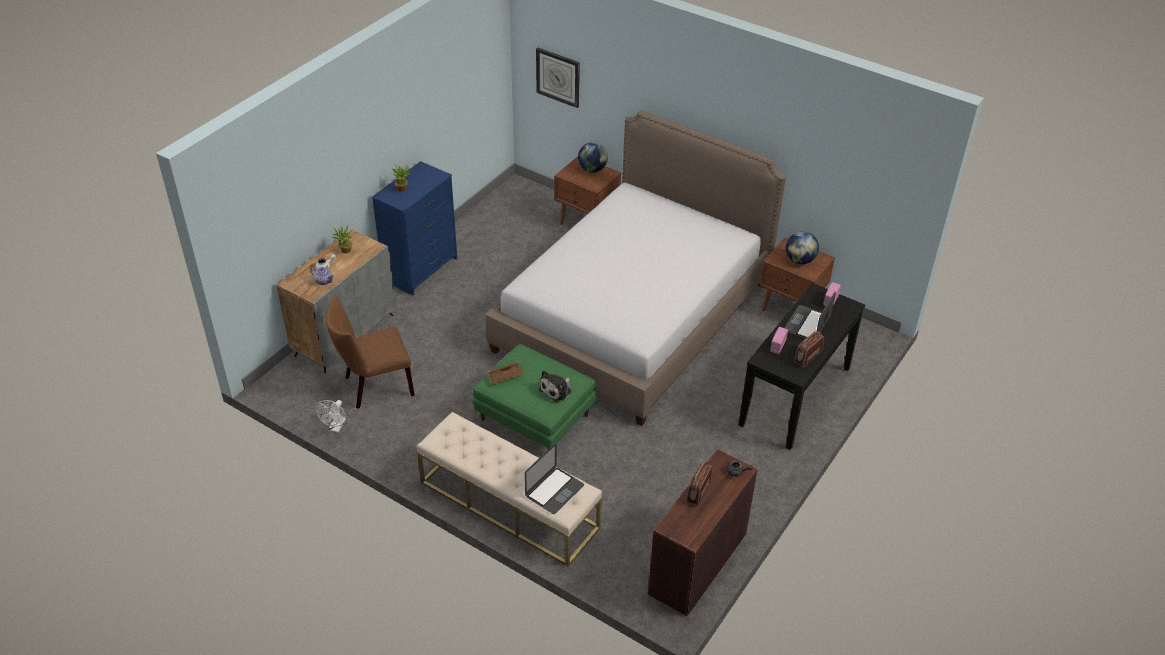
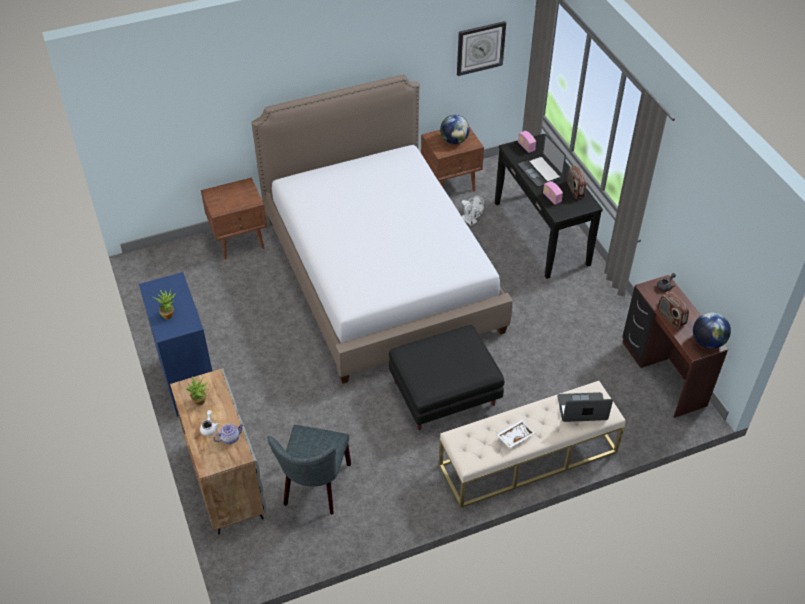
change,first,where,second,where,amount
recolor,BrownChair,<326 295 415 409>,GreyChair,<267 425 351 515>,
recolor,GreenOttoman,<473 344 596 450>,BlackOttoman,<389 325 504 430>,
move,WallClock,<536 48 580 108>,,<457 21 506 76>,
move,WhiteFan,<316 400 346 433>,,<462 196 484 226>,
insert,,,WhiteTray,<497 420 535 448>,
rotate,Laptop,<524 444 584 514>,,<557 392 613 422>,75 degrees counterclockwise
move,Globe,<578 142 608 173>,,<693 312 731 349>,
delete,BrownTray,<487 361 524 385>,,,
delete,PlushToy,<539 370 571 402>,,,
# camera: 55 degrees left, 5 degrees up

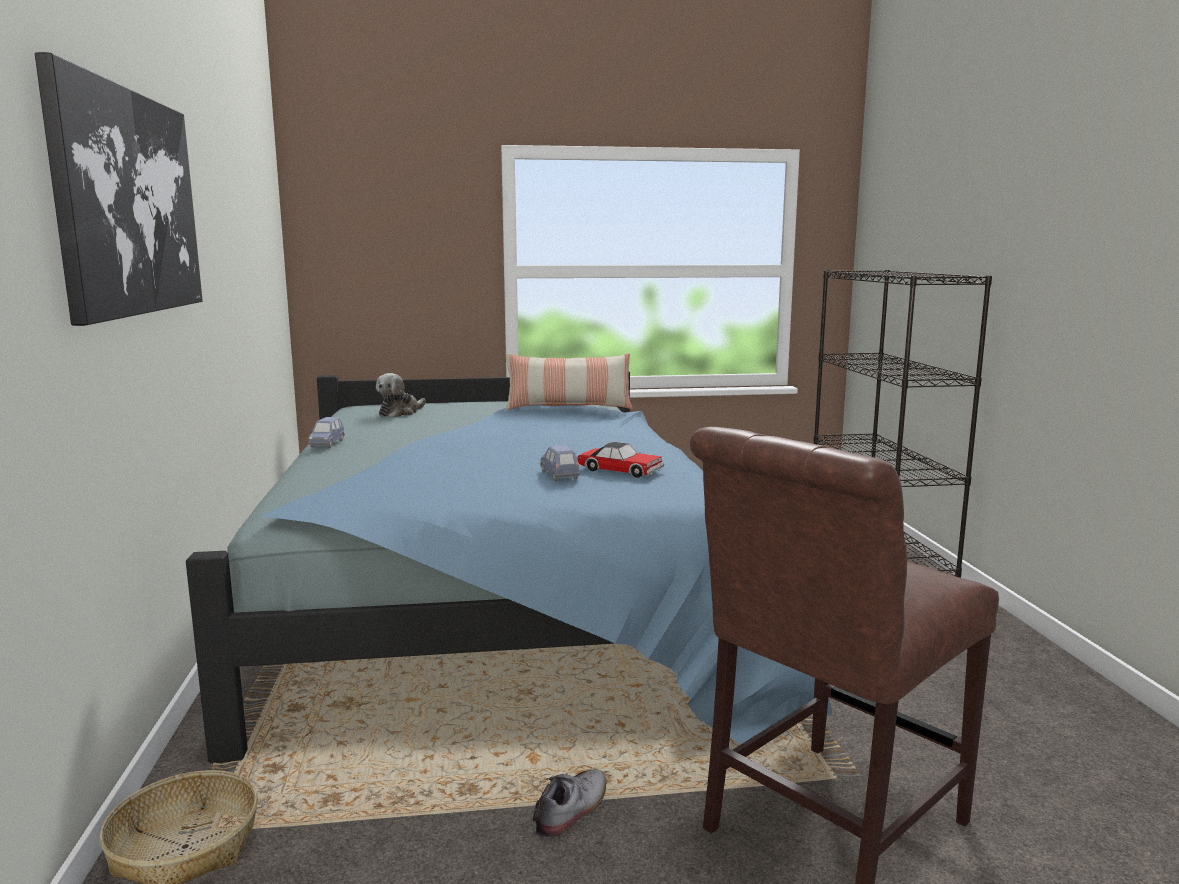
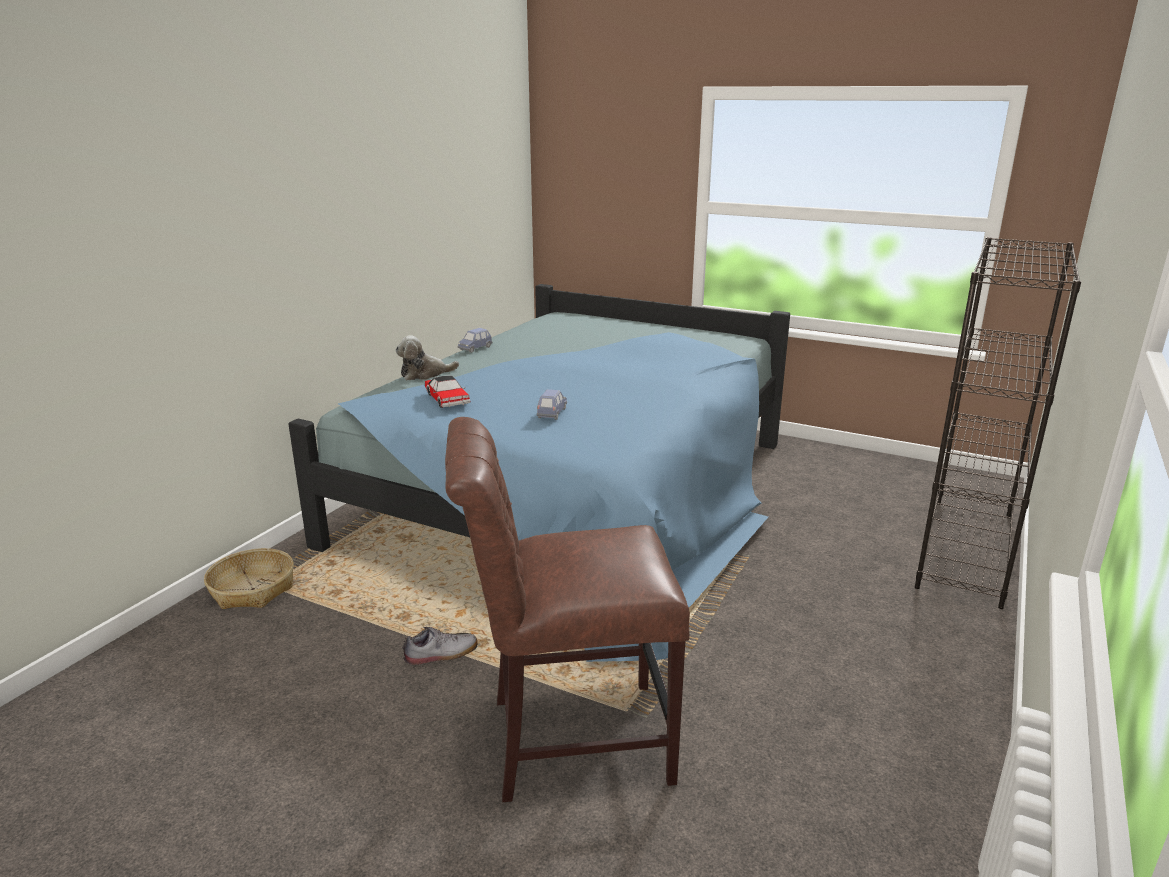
change,first,where,second,where,amount
move,PlushToy,<376 373 426 417>,,<395 335 459 380>,
move,ToyCar,<577 442 664 478>,,<425 376 470 408>,
delete,Picture,<35 52 203 326>,,,
delete,Pillow,<506 353 632 410>,,,
# camera: 35 degrees right, 10 degrees up

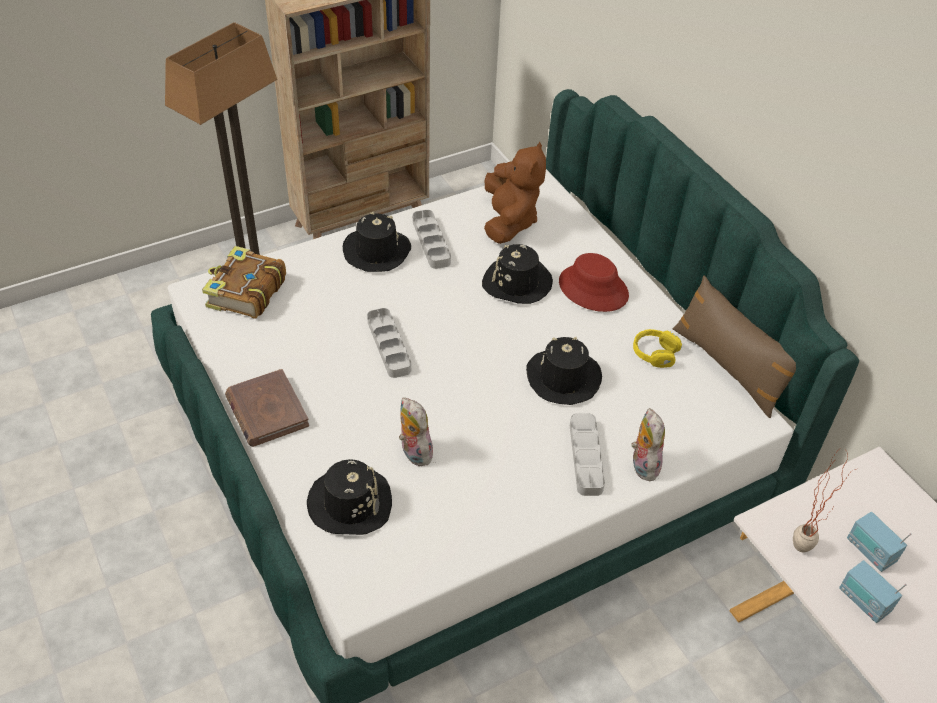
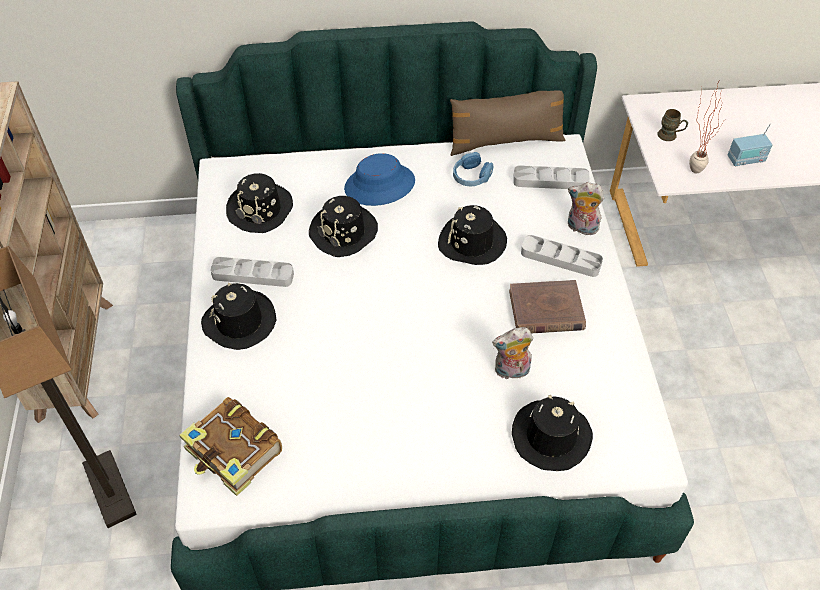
change,first,where,second,where,amount
replace,BrownPlushToy,<484 141 546 244>,BlackHat,<226 173 293 233>,
recolor,RedHat,<559 253 629 312>,BlueHat,<344 153 415 206>,
recolor,YellowHeadphones,<633 329 682 368>,BlueHeadphones,<453 152 494 187>,
move,BrownBook,<225 369 309 447>,,<509 280 586 334>,
move,GreyTray,<367 308 411 378>,,<513 165 590 189>,
insert,,,BrownMug,<657 109 688 141>,
delete,Radio,<847 512 912 572>,,,
# camera: 65 degrees left, 5 degrees up

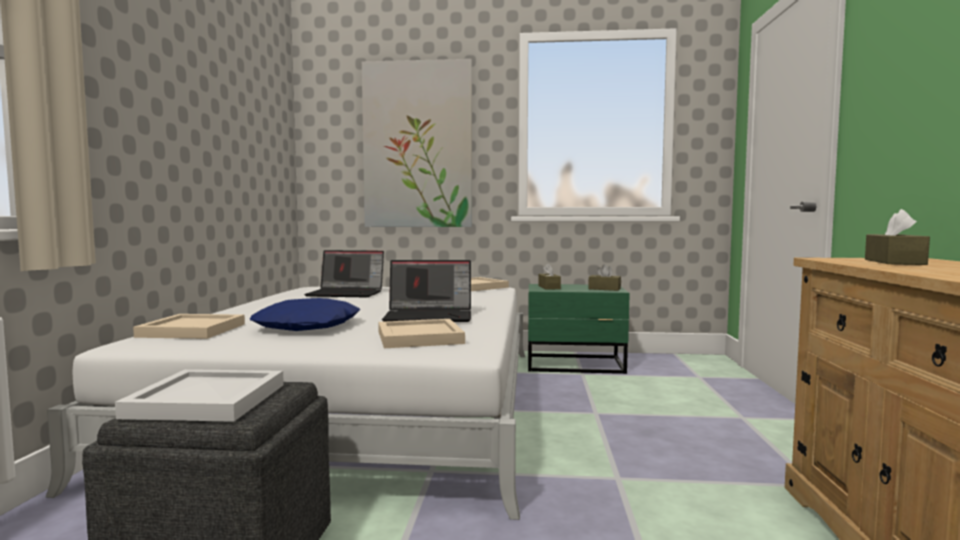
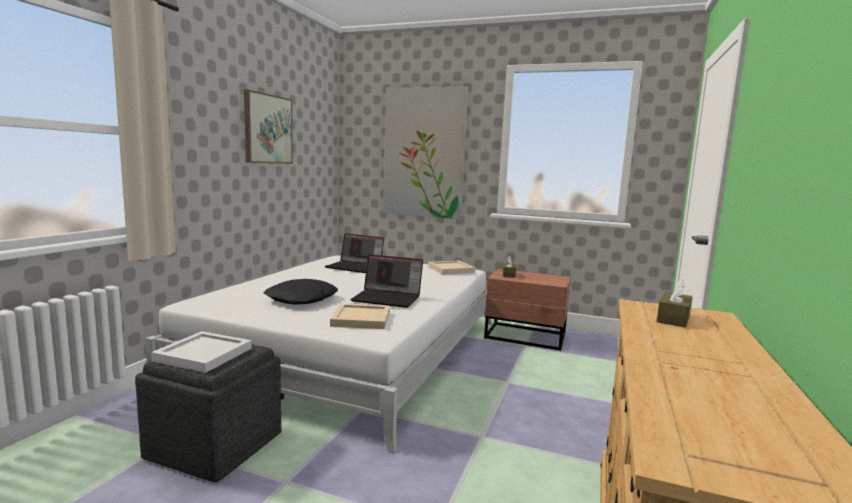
change,first,where,second,where,amount
insert,,,Picture,<244 90 293 164>,
recolor,BluePillow,<250 298 360 331>,BlackPillow,<264 279 338 305>,
recolor,GreenNightstand,<528 284 630 374>,BrownNightstand,<484 269 571 351>,
delete,BeigeTray,<133 314 245 339>,,,
delete,BrownTissueBox,<589 264 621 291>,,,
# camera: 15 degrees right, 5 degrees up

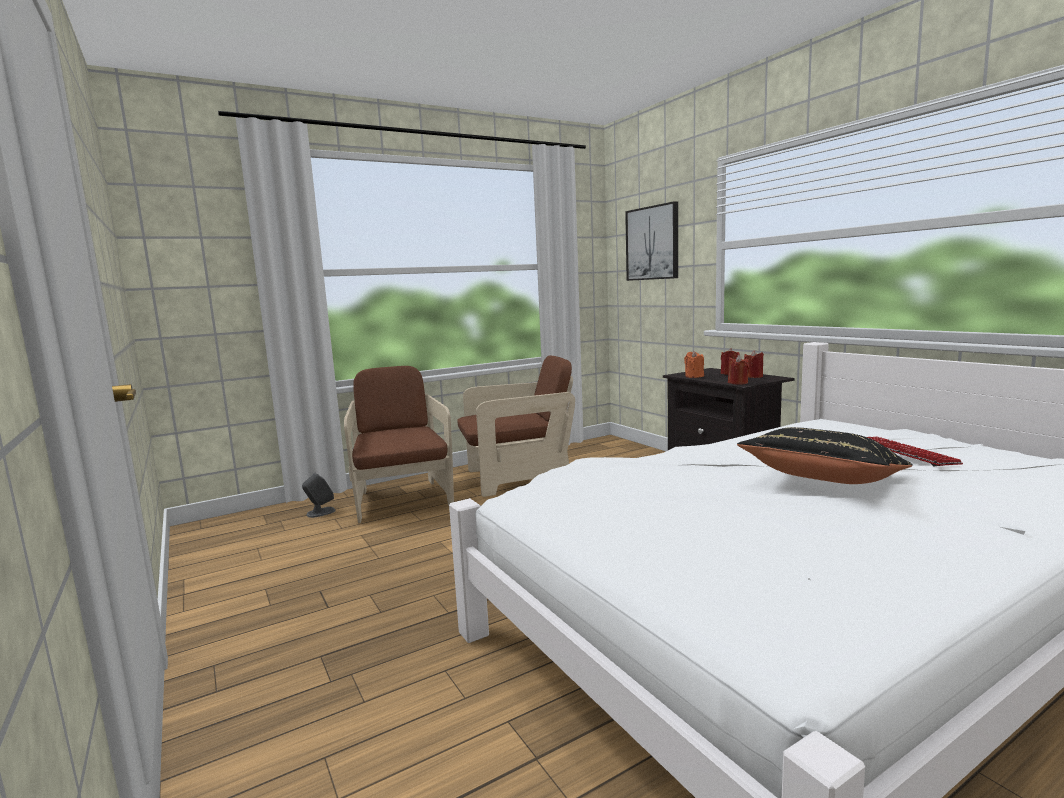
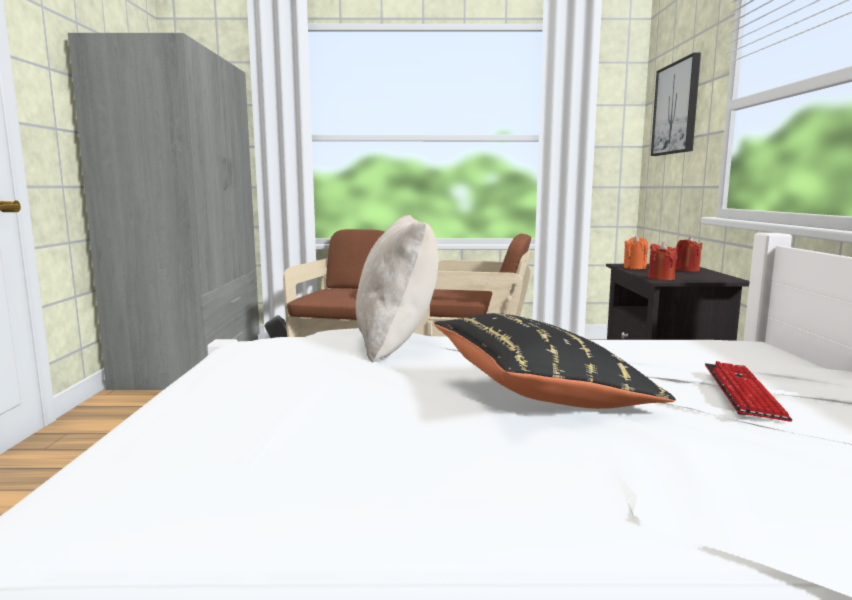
change,first,where,second,where,amount
insert,,,GreyWardrobe,<68 33 260 390>,
insert,,,BeigePillow,<356 215 438 362>,
delete,RedCandle,<744 350 764 378>,,,
# camera: 30 degrees right, 0 degrees up

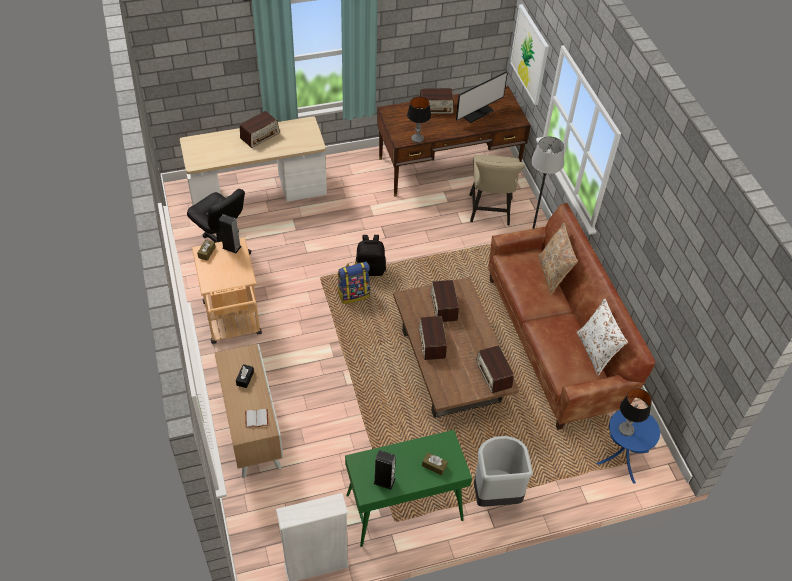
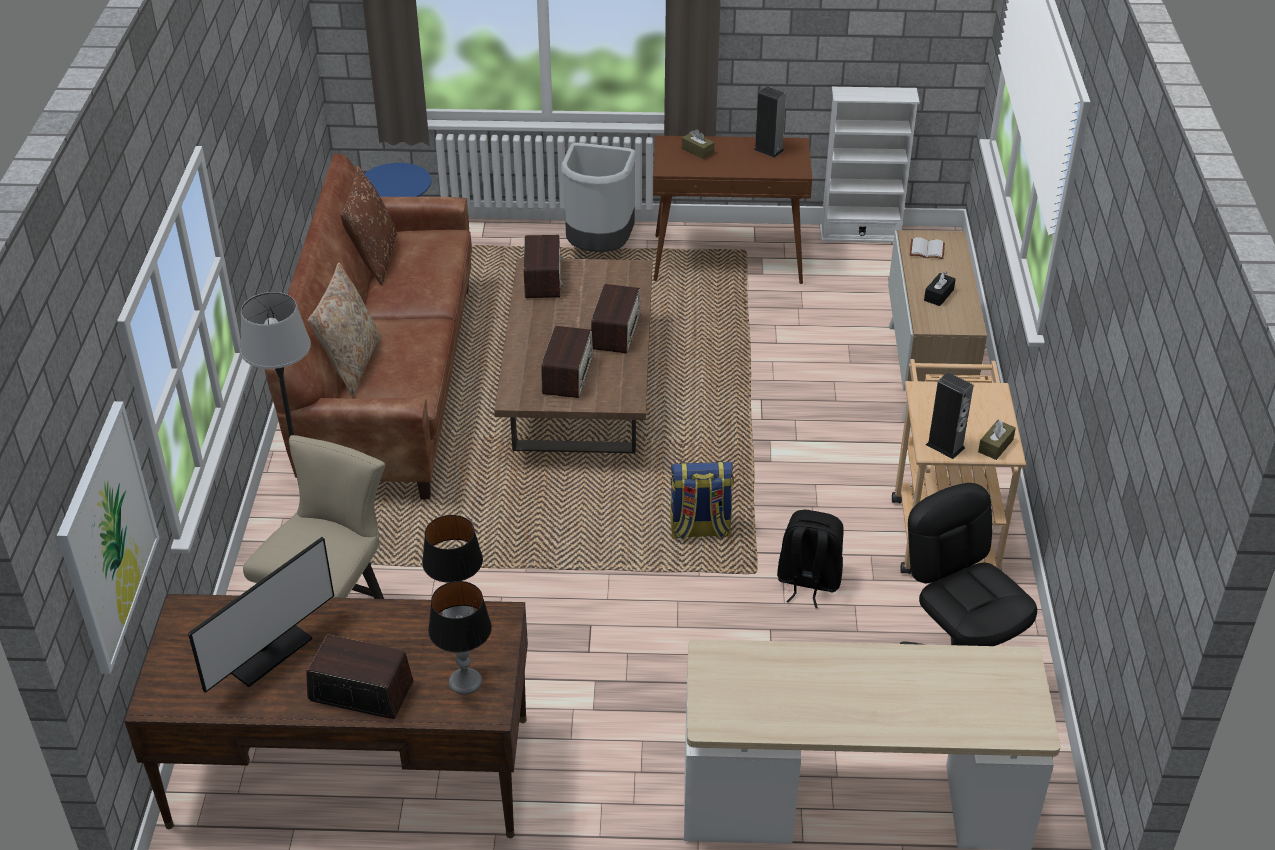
change,first,where,second,where,amount
rotate,Monitor,<456 71 508 123>,,<188 537 334 693>,150 degrees clockwise
recolor,WhitePillow,<577 299 628 376>,BrownPillow,<340 165 397 285>,
move,TableLamp,<619 389 652 436>,,<428 581 492 695>,
recolor,GreenConsoleTable,<345 430 472 547>,BrownConsoleTable,<653 136 812 284>,
move,BlackBackpack,<356 235 386 276>,,<777 510 844 608>,
delete,Radio,<240 111 280 148>,,,
# camera: 160 degrees left, 10 degrees down

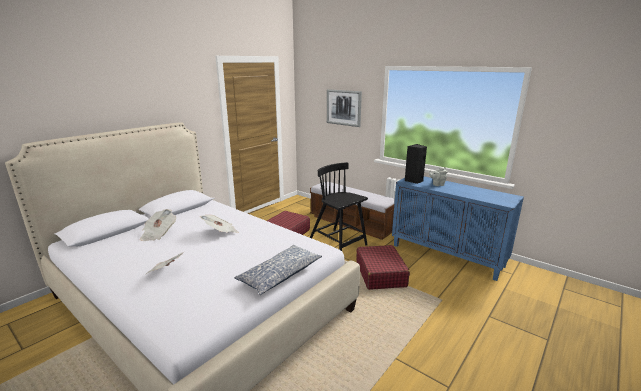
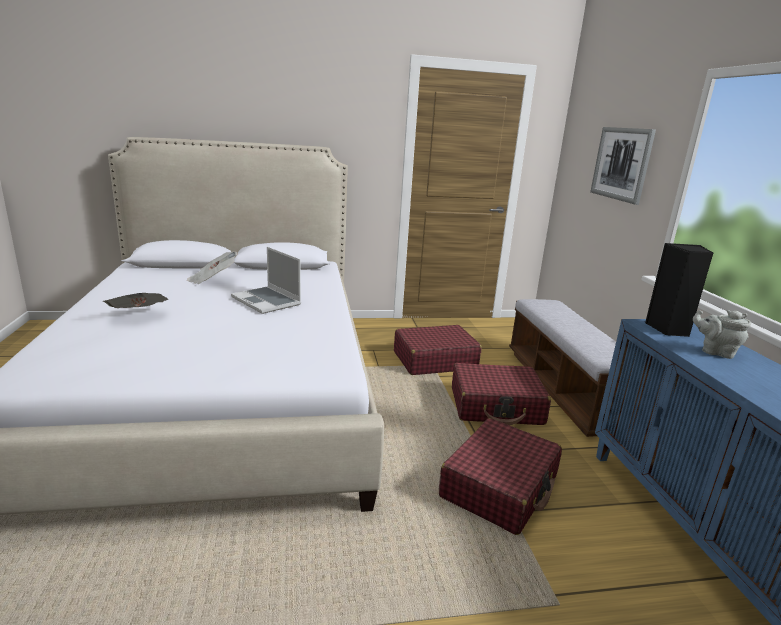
change,first,where,second,where,amount
replace,Newspaper,<200 215 239 233>,Laptop,<231 247 301 314>,
replace,BlackChair,<310 162 368 251>,RedSuitcase,<452 363 551 425>,
delete,Pillow,<234 245 322 295>,,,
# camera: 40 degrees right, 0 degrees up

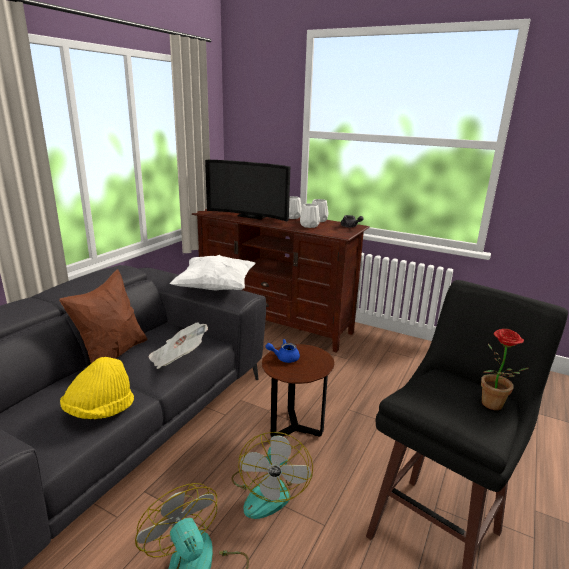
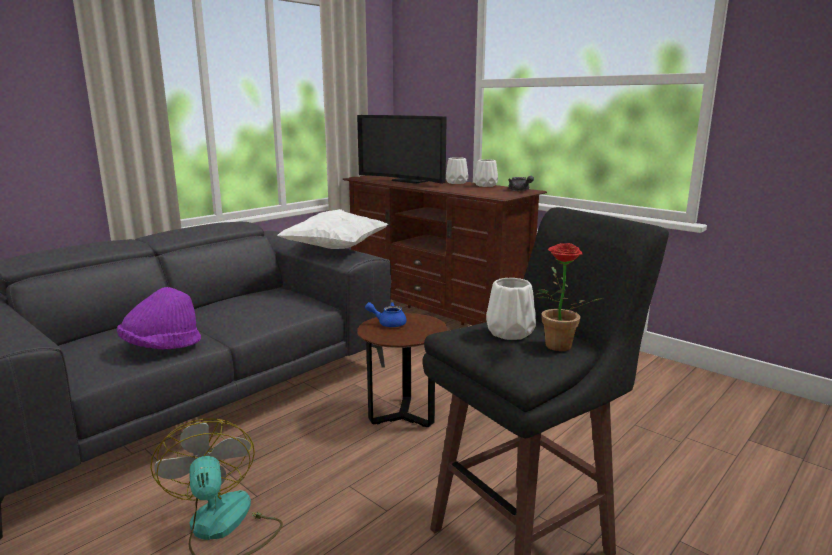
change,first,where,second,where,amount
recolor,YellowHat,<60 357 134 419>,PurpleHat,<117 287 201 349>,
move,WhiteVase,<300 204 320 228>,,<486 278 536 340>,
delete,BrownPillow,<59 269 148 363>,,,
delete,Newspaper,<149 322 208 369>,,,
delete,Fan,<231 432 313 519>,,,
# camera: 15 degrees right, 5 degrees down

